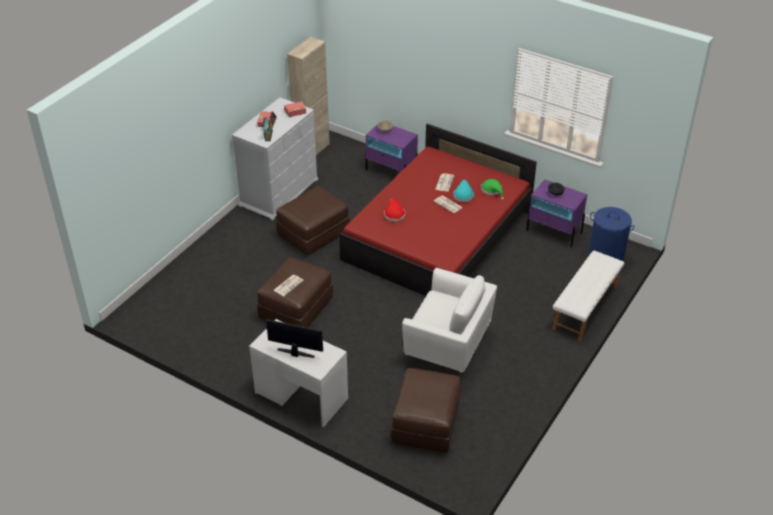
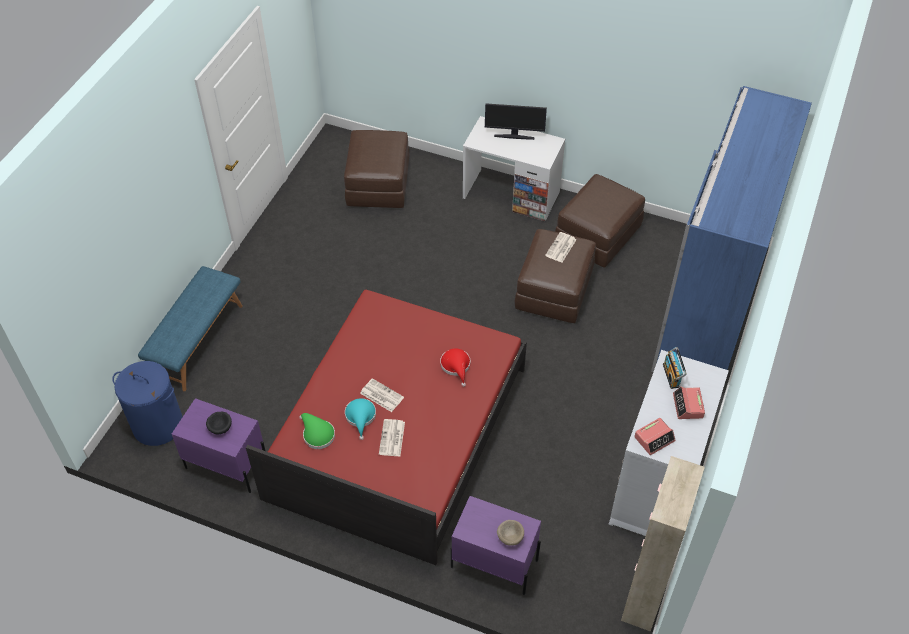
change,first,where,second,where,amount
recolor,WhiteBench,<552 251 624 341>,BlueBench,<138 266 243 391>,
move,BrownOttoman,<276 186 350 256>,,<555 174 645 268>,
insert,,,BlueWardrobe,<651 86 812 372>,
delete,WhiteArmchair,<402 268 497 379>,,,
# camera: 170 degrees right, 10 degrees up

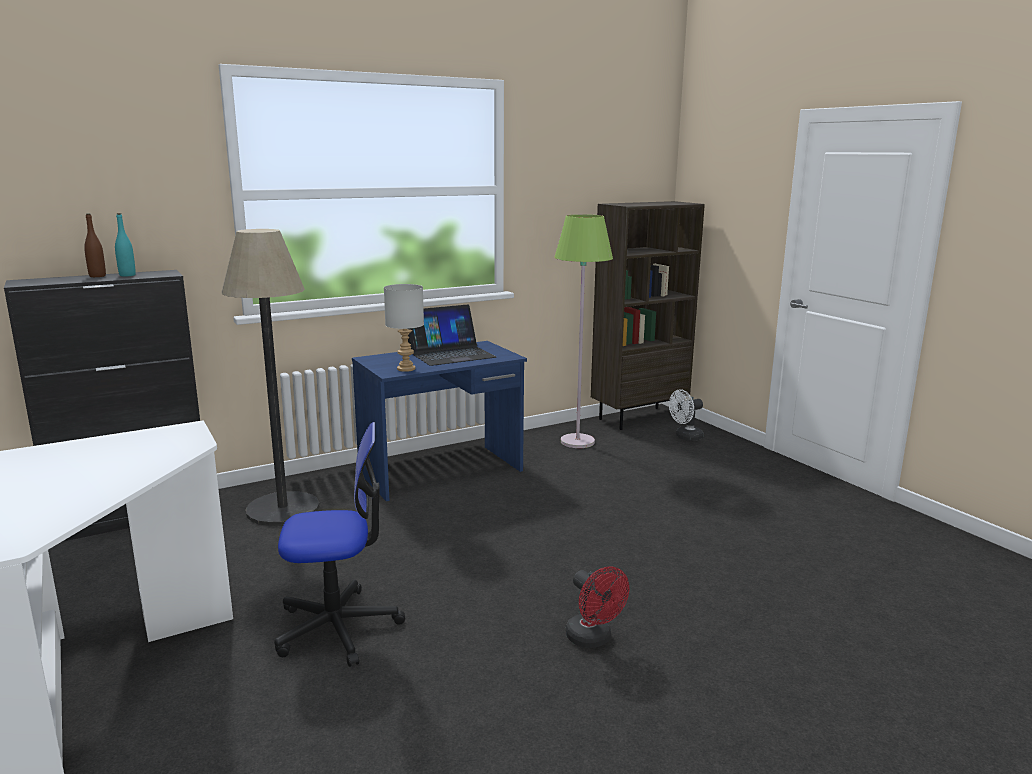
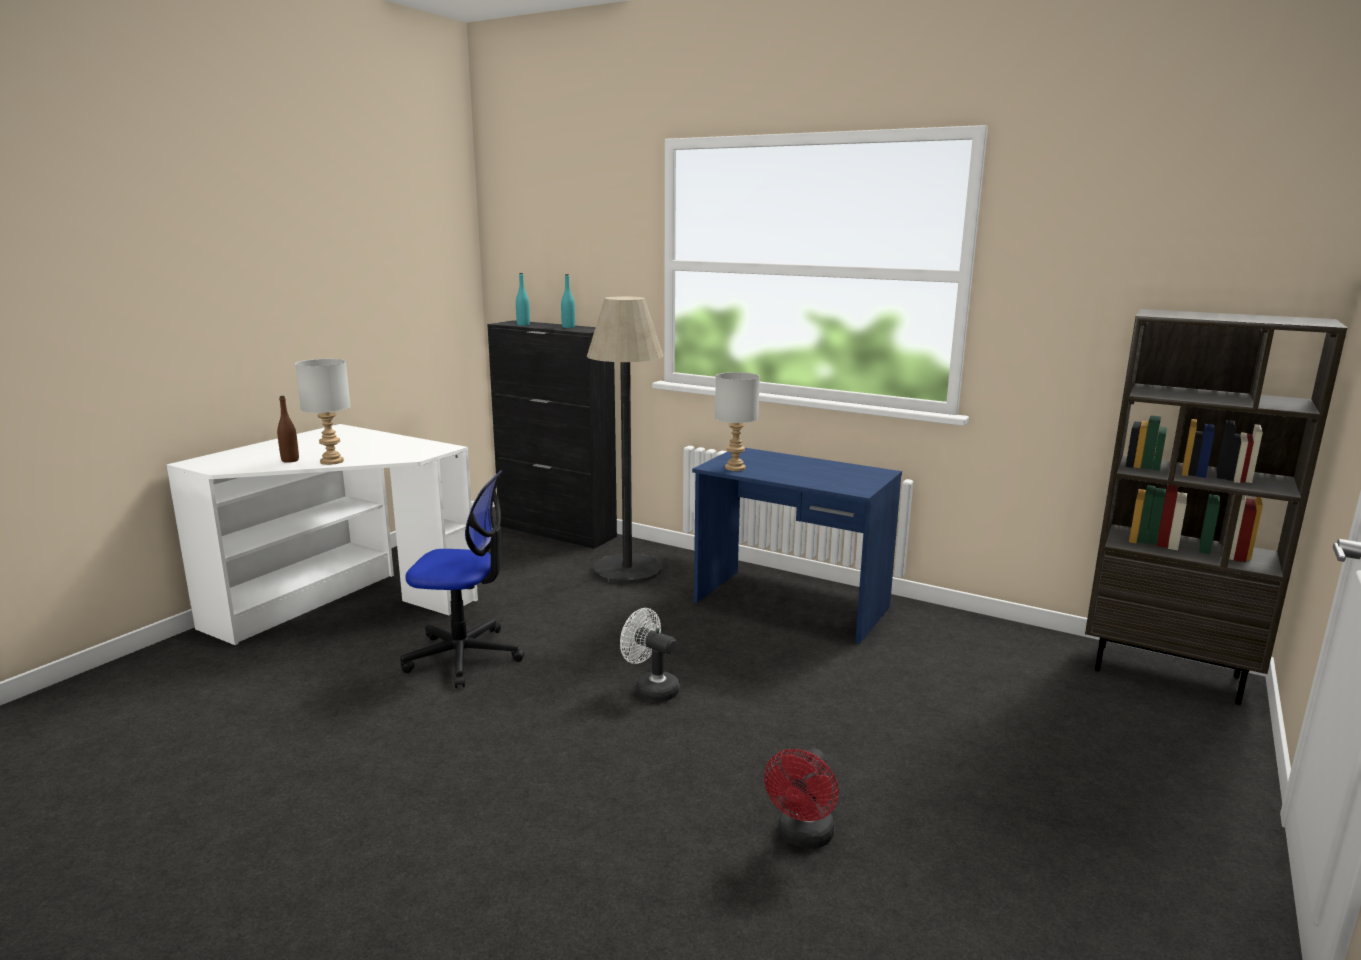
change,first,where,second,where,amount
move,BrownBottle,<84 214 106 277>,,<277 396 299 463>,
insert,,,GreyTableLamp,<295 359 351 465>,
rotate,OfficeChair,<274 422 405 667>,,<400 470 525 688>,45 degrees counterclockwise
insert,,,TurquoiseBottle,<516 273 530 326>,
move,WhiteFan,<669 389 703 441>,,<620 608 680 702>,
move,RedFan,<566 566 629 648>,,<764 749 839 849>,
delete,Laptop,<408 305 496 366>,,,
delete,GreenFloorLamp,<554 214 613 448>,,,
# camera: 60 degrees right, 0 degrees up

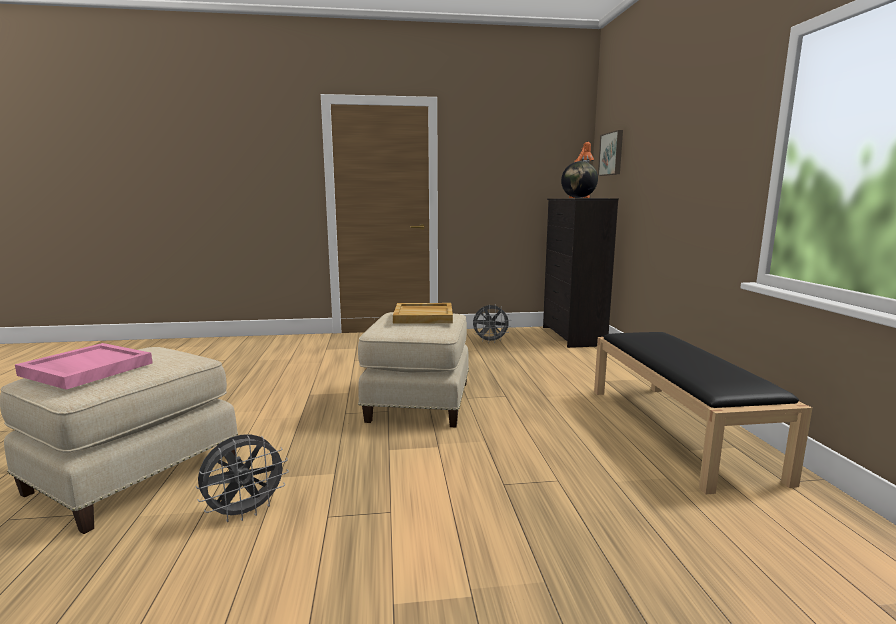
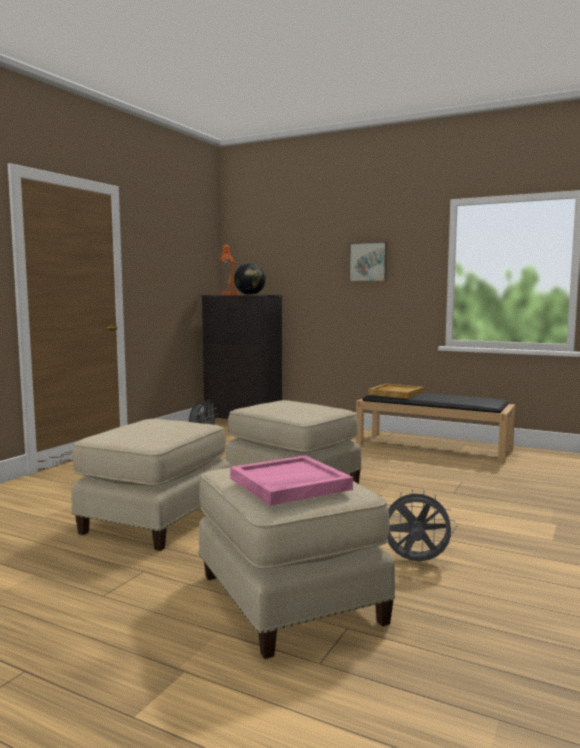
change,first,where,second,where,amount
insert,,,BeigeOttoman,<72 419 230 551>,
move,Picture,<598 130 623 176>,,<349 242 387 282>,
move,BeigeTray,<393 303 453 324>,,<368 384 424 399>,
rotate,GreyFan,<196 434 289 522>,,<387 488 455 561>,75 degrees counterclockwise
# camera: 55 degrees left, 5 degrees down

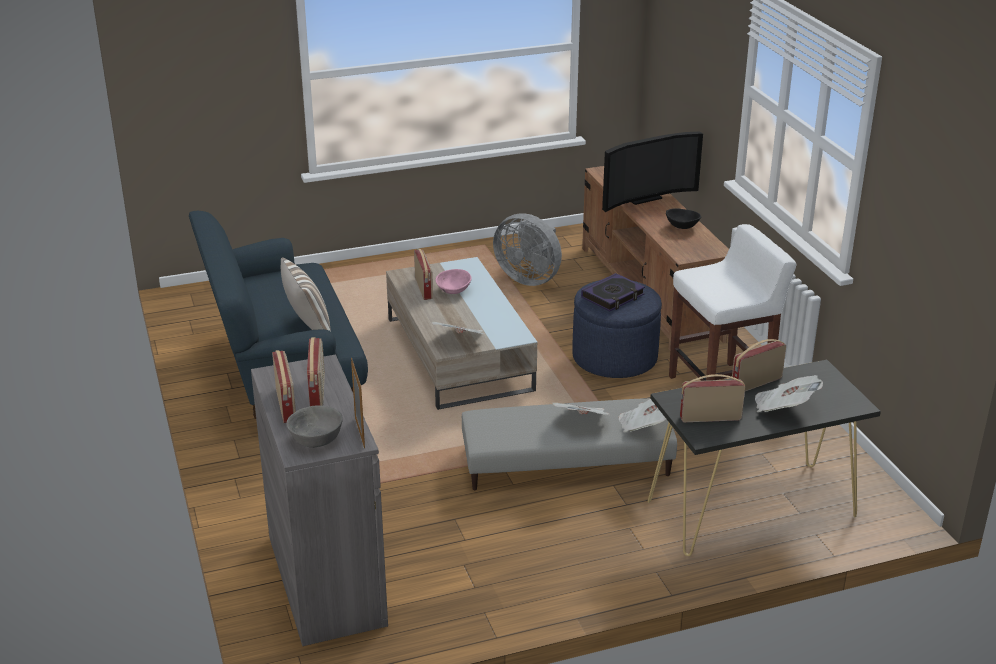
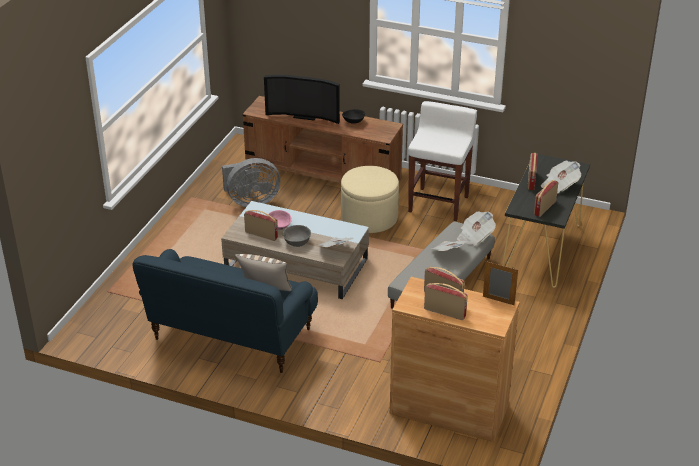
change,first,where,second,where,amount
rotate,Television,<602 132 703 212>,,<264 75 340 124>,90 degrees clockwise
move,GreyBowl,<286 405 343 448>,,<283 225 311 247>,
recolor,BlueOttoman,<572 280 662 378>,BeigeOttoman,<341 166 399 233>,
recolor,GreyCabinet,<251 355 388 646>,BrownCabinet,<390 277 520 442>,
delete,Book,<581 273 645 312>,,,
# camera: 50 degrees left, 5 degrees up

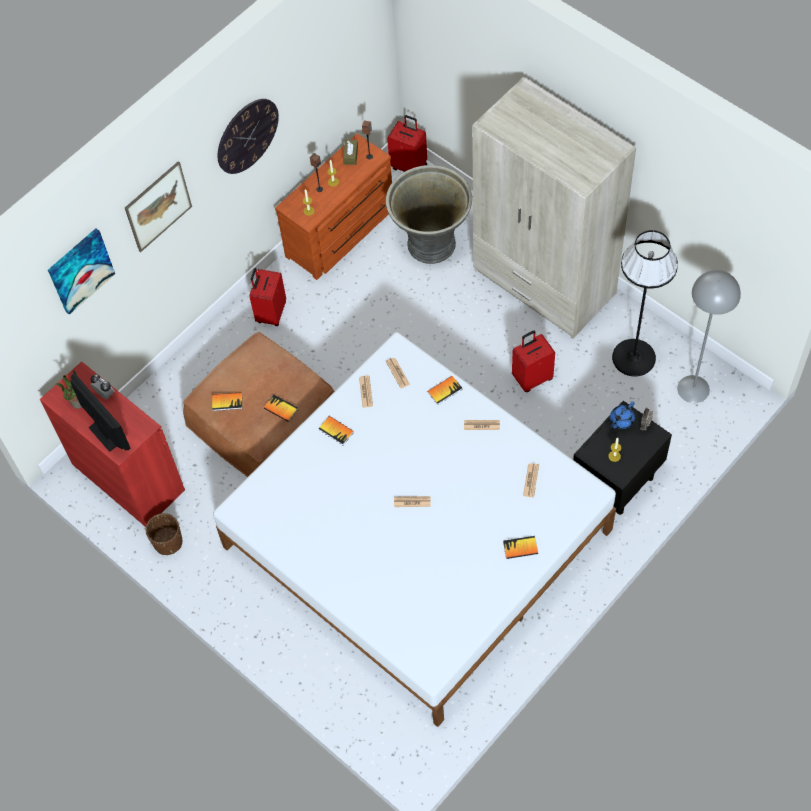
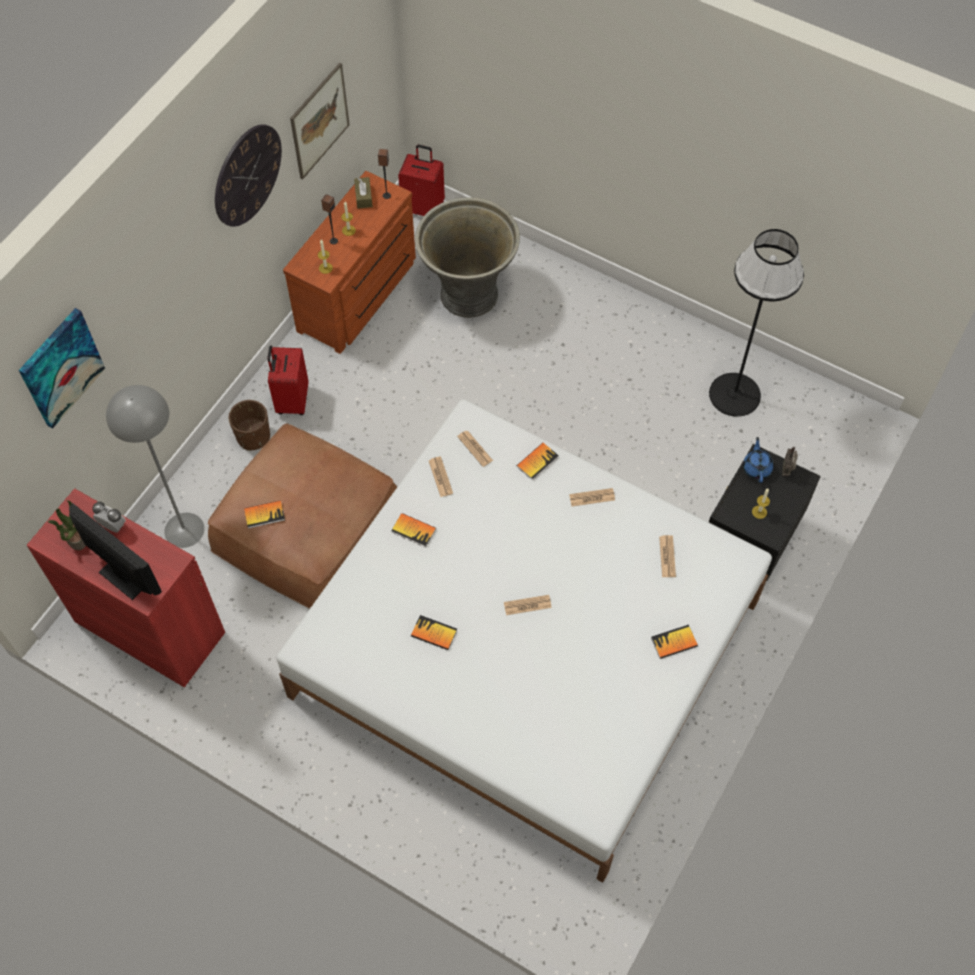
change,first,where,second,where,amount
move,GreyFloorLamp,<677 270 741 403>,,<106 385 204 548>,
move,BrownPlanter,<146 513 182 555>,,<228 400 270 451>,
move,Picture,<125 161 192 252>,,<290 63 350 180>,
move,Book,<264 395 298 422>,,<411 615 457 650>,
rotate,BlueTeapot,<610 401 635 429>,,<743 437 773 483>,150 degrees clockwise
delete,BeigeWardrobe,<472 77 636 339>,,,
delete,RedSuitcase,<512 331 555 392>,,,
# camera: 15 degrees left, 0 degrees up

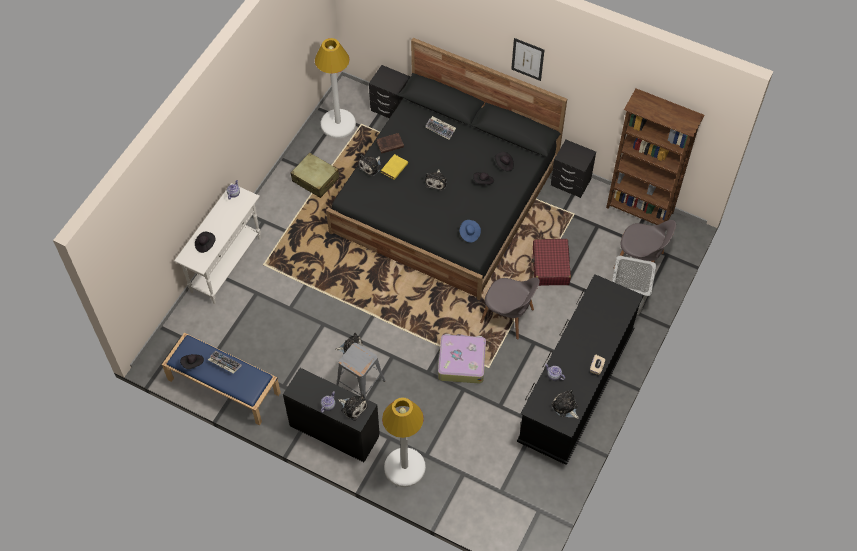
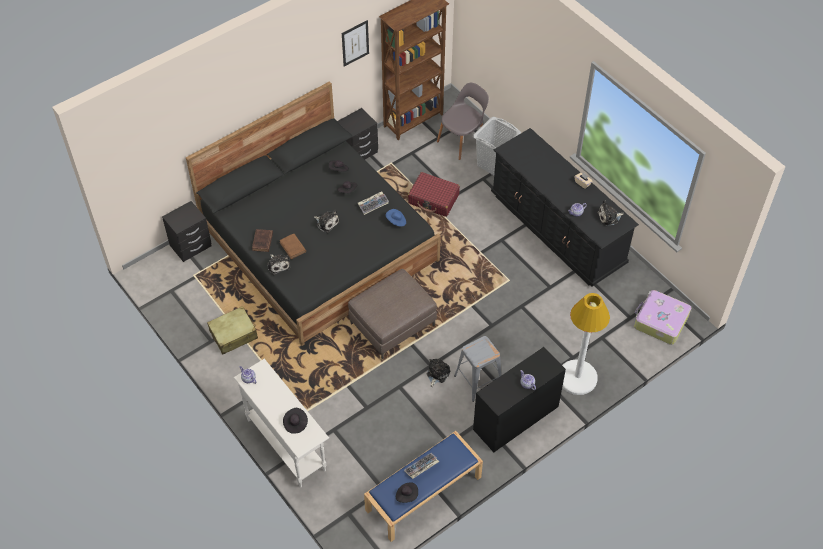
change,first,where,second,where,amount
recolor,YellowBook,<381 154 408 180>,BrownBook,<279 233 306 259>,
move,Picture,<511 38 544 81>,,<342 20 369 67>,
insert,,,BrownOttoman,<348 269 437 359>,
move,Keyboard,<426 116 456 140>,,<358 191 389 215>,
move,Suitcase,<438 334 486 383>,,<634 290 691 345>,
delete,WhiteFloorLamp,<315 38 356 138>,,,
delete,PlushToy,<338 394 368 421>,,,
delete,GreyChair,<480 278 540 340>,,,
# camera: 65 degrees left, 5 degrees down

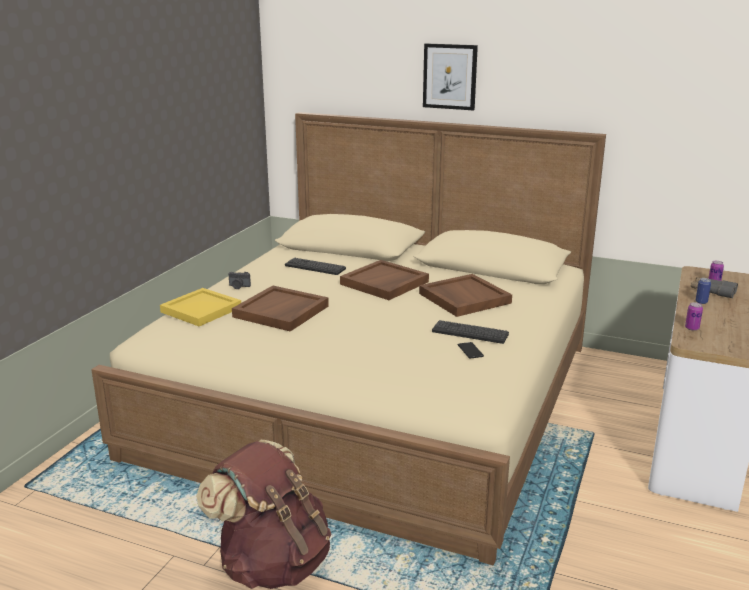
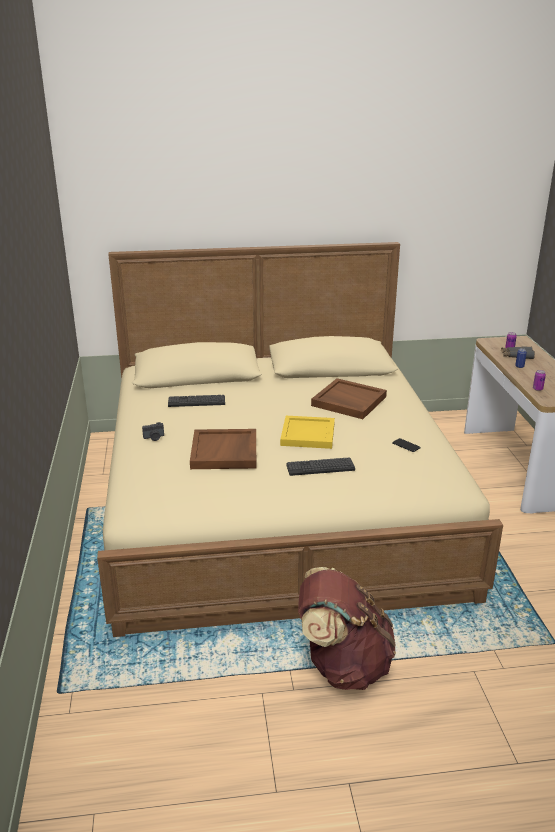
change,first,where,second,where,amount
move,YellowTray,<160 288 241 326>,,<280 416 335 449>,
move,Keyboard,<432 320 509 344>,,<286 457 355 476>,
delete,BrownTray,<340 260 429 300>,,,
delete,Picture,<423 43 478 110>,,,
# camera: 30 degrees left, 5 degrees up

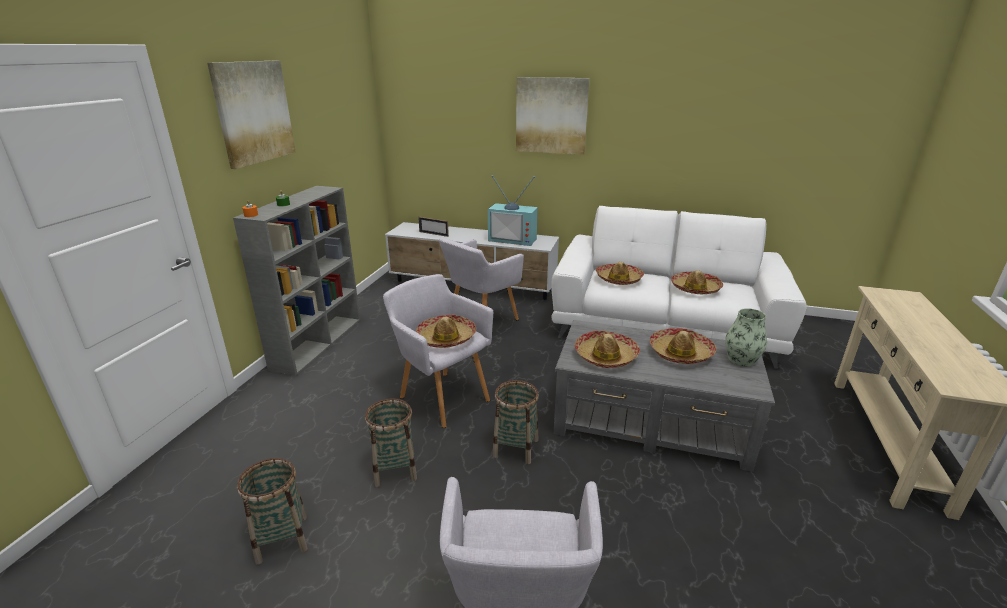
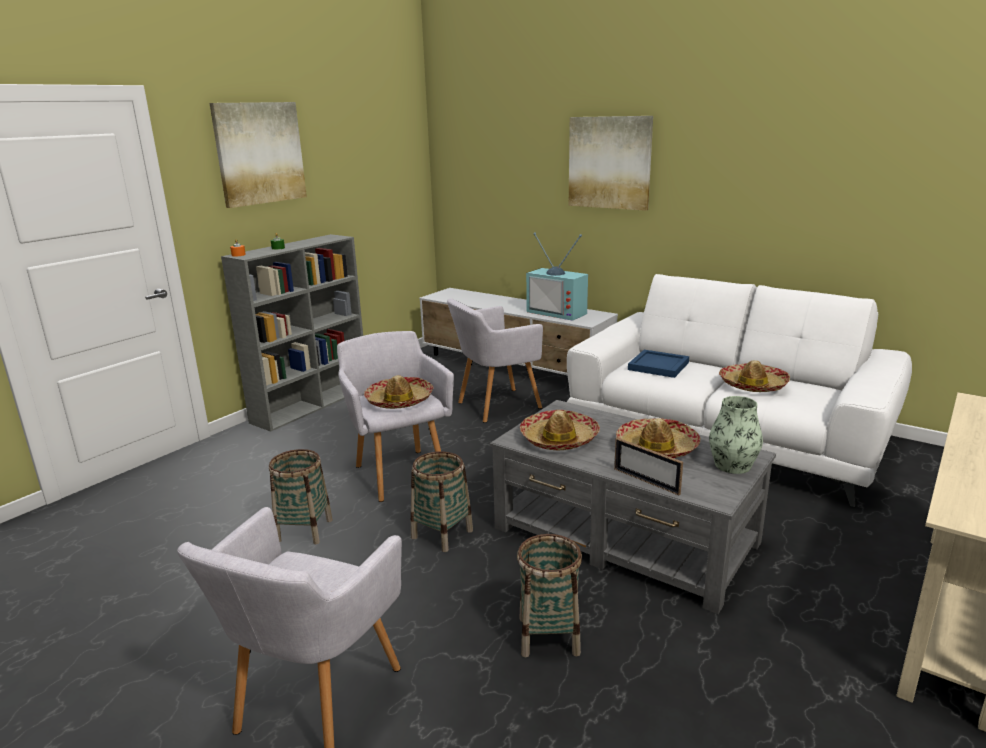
change,first,where,second,where,amount
move,Basket,<237 458 308 565>,,<517 534 582 657>,
move,PictureFrame,<418 217 449 237>,,<614 438 683 495>,
replace,Hat,<596 262 644 285>,BlueTray,<628 350 689 378>,
# camera: 20 degrees right, 5 degrees down

